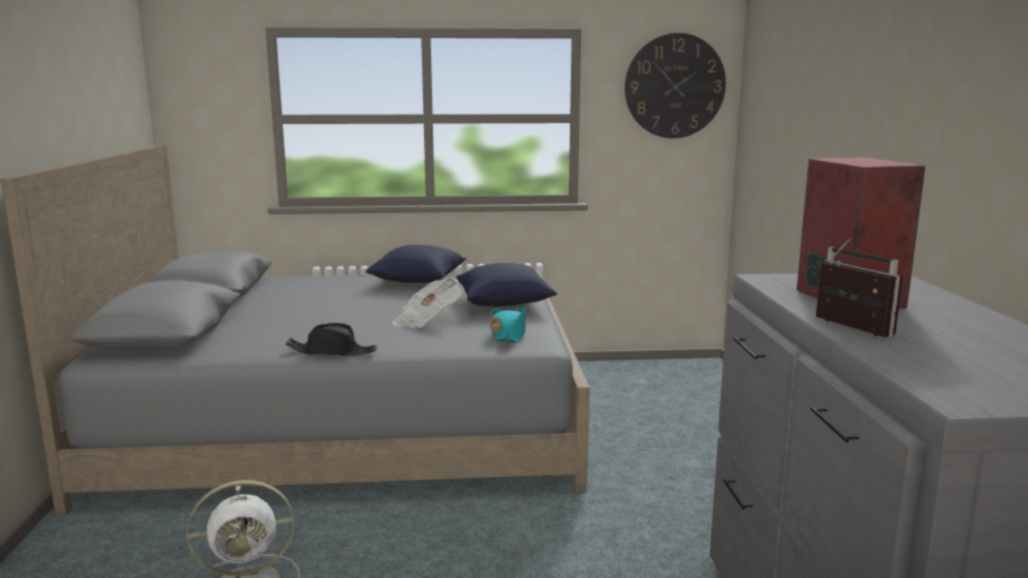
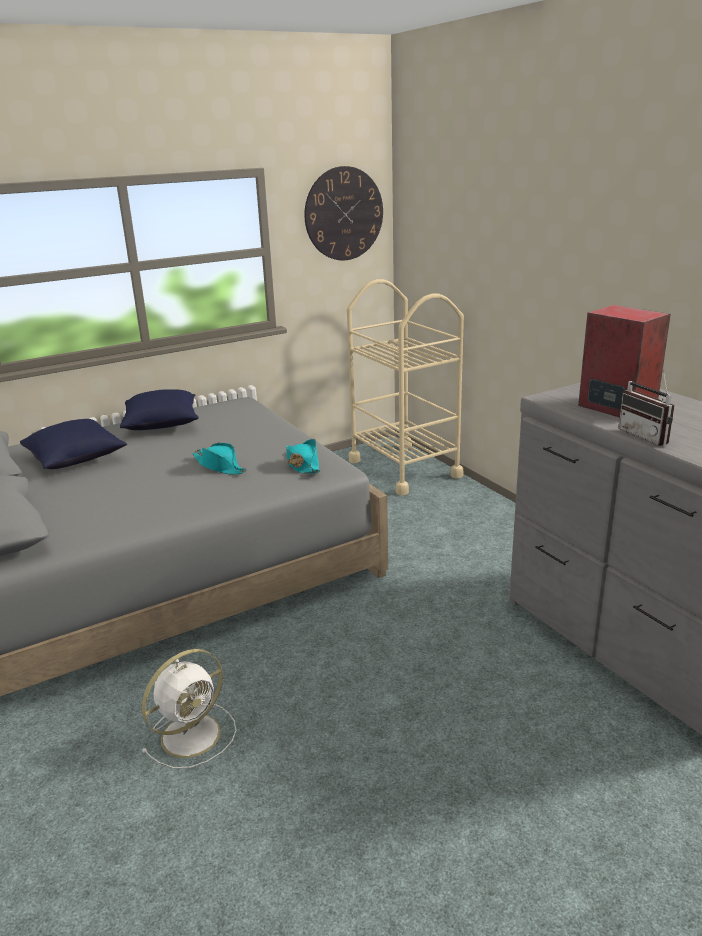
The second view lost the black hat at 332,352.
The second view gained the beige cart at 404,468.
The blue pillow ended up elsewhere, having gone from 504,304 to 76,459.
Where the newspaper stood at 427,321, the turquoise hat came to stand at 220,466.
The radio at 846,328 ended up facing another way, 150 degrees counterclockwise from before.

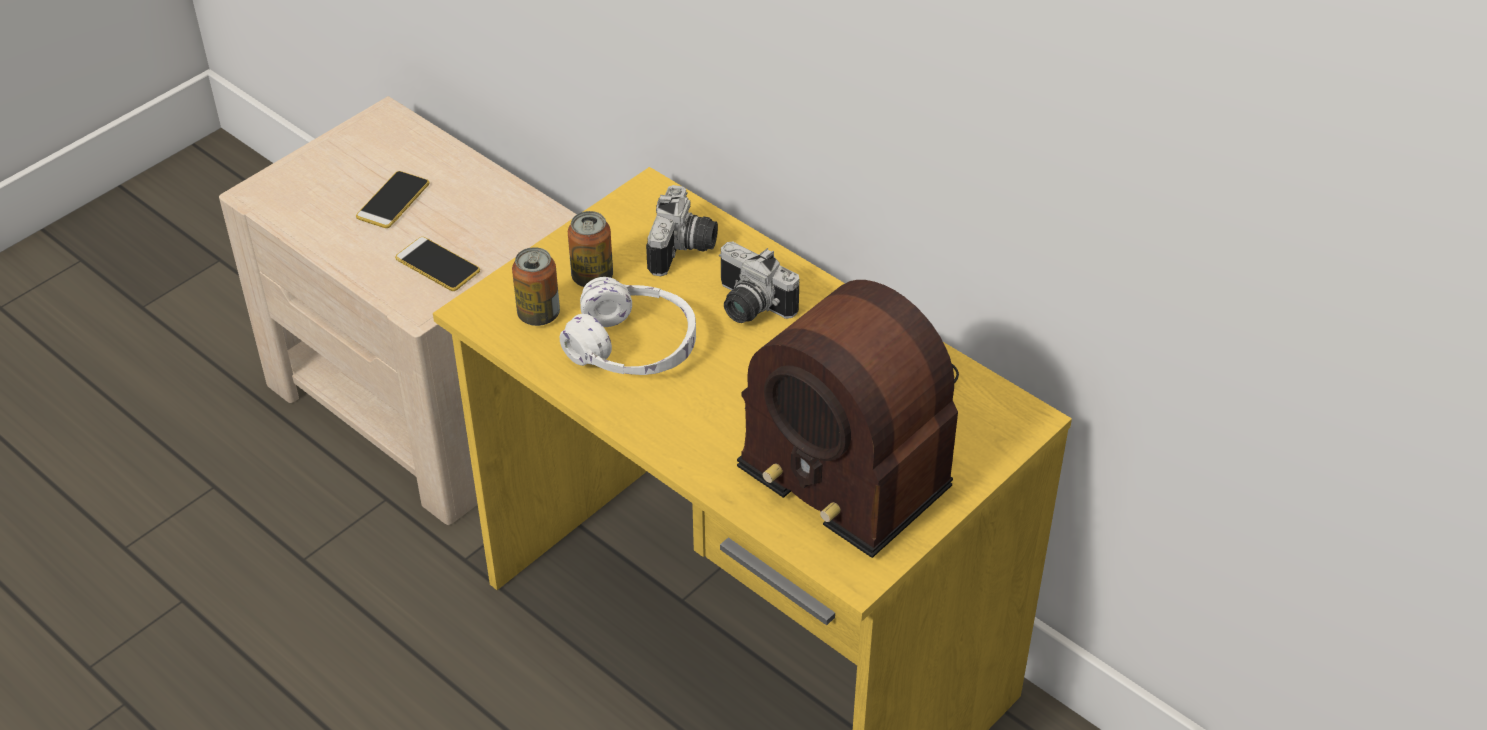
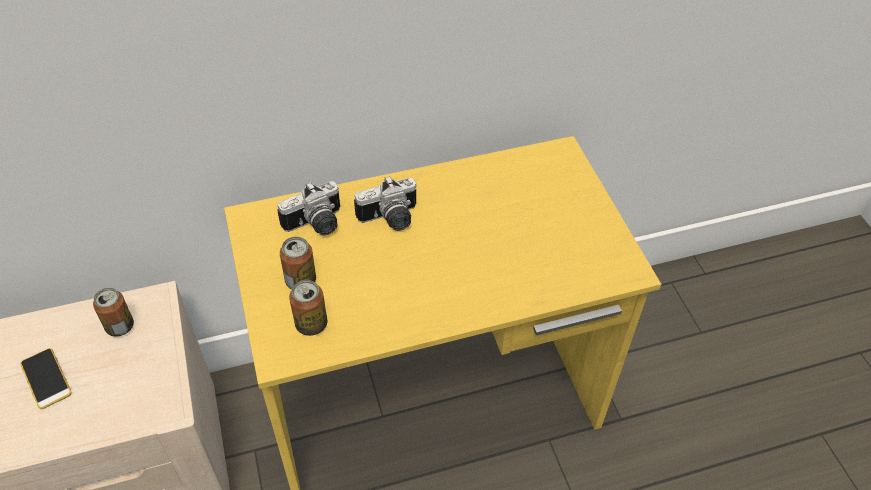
The second view lost the phone at 437,265.
The second view lost the white headphones at 632,347.
The second view lost the radio at 849,439.
The second view gained the can at 120,326.
The photo camera at 685,250 ended up facing another way, 105 degrees clockwise from before.

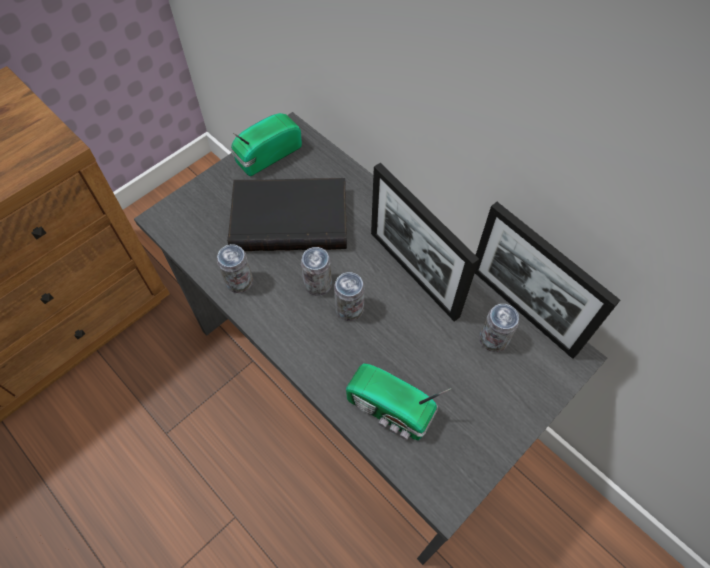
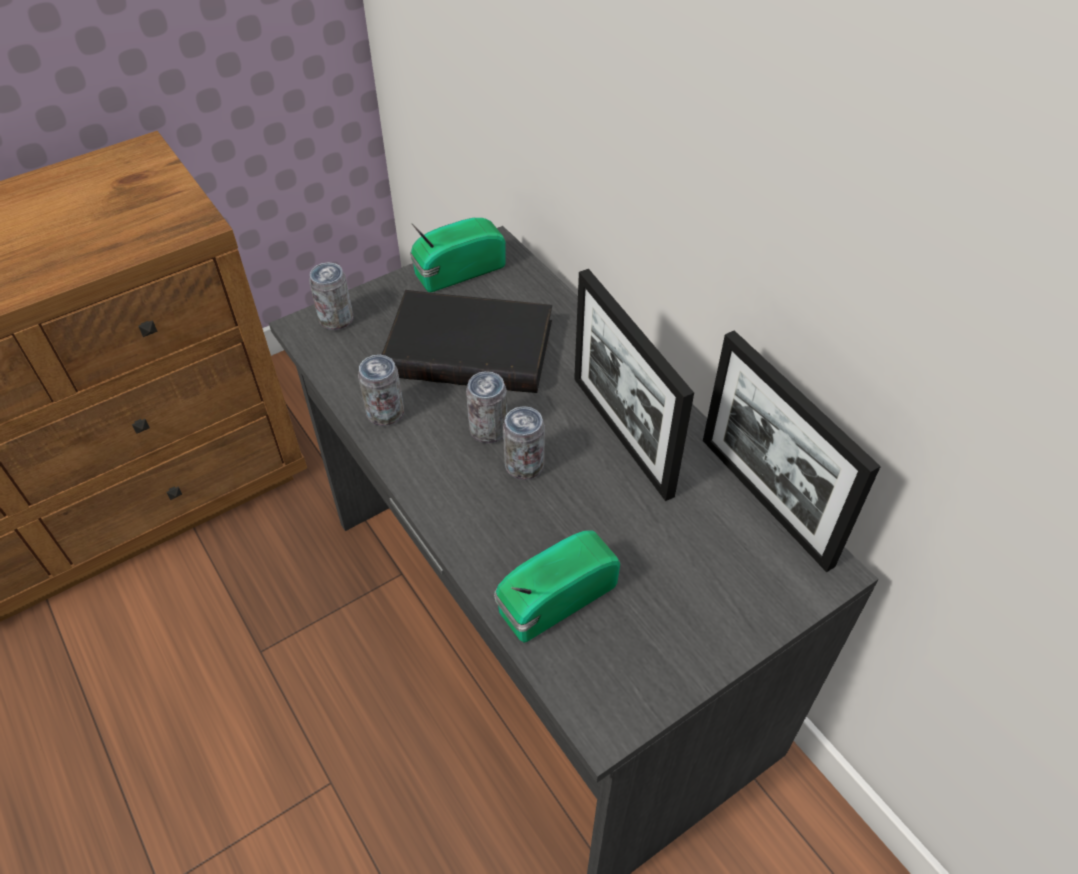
The can ended up elsewhere, having gone from 493,339 to 336,319.
The radio at 391,411 ended up facing another way, 105 degrees clockwise from before.

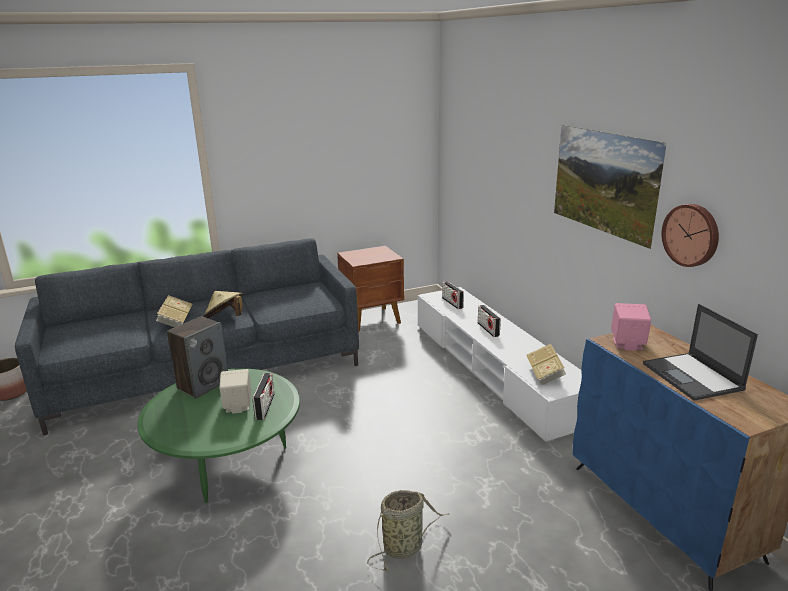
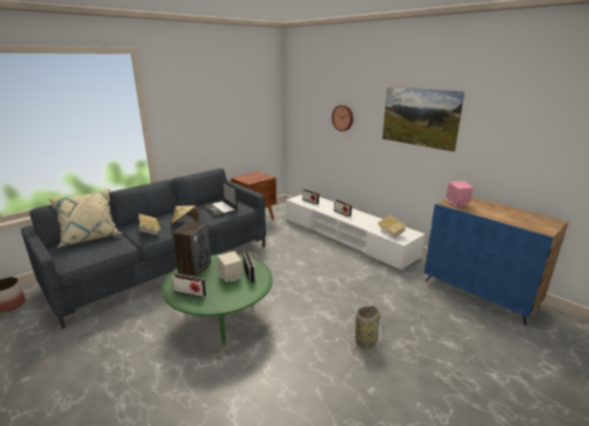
The second view gained the beige pillow at 90,237.
The second view gained the radio at 190,293.
The laptop ended up elsewhere, having gone from 693,377 to 220,209.
The wall clock ended up elsewhere, having gone from 691,235 to 343,118.

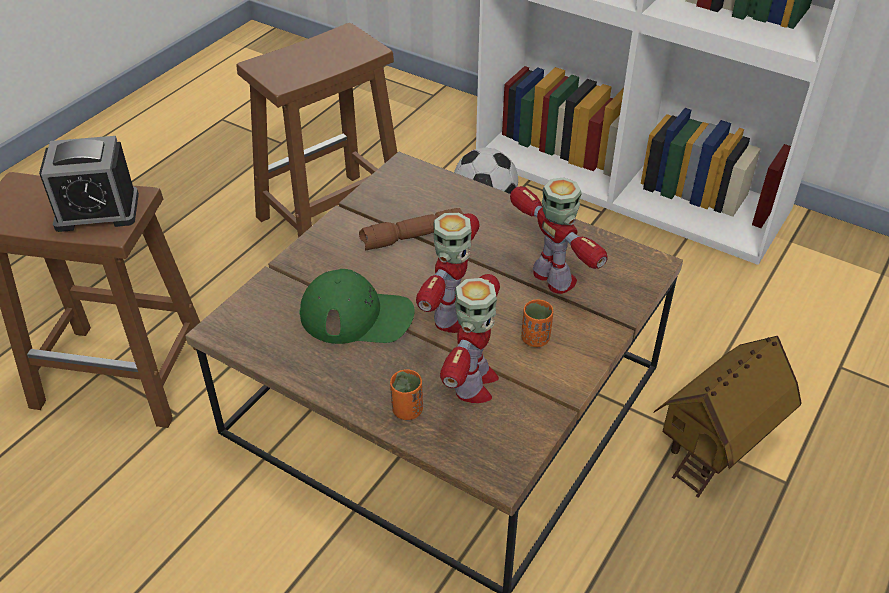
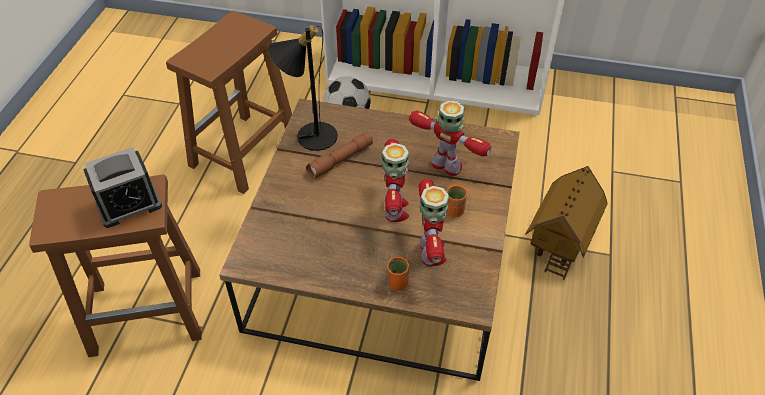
The second view lost the green cap at 357,316.
The second view gained the black table lamp at 309,135.

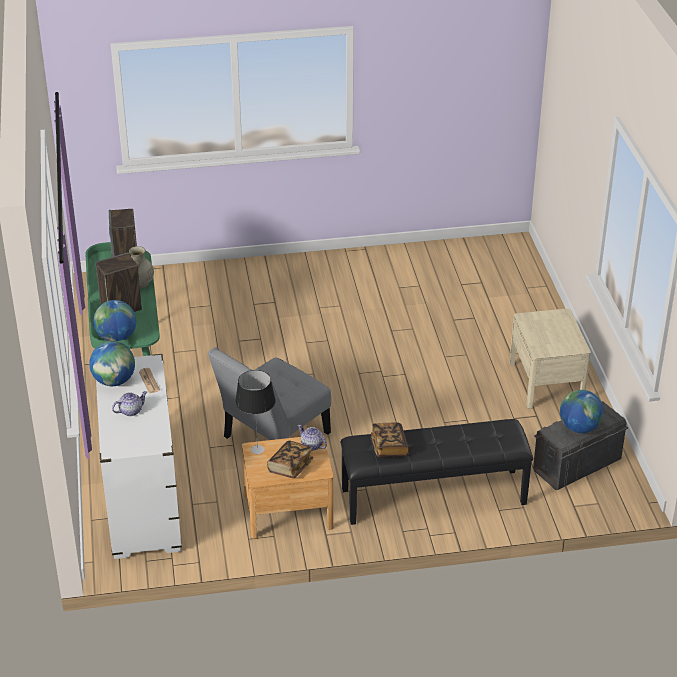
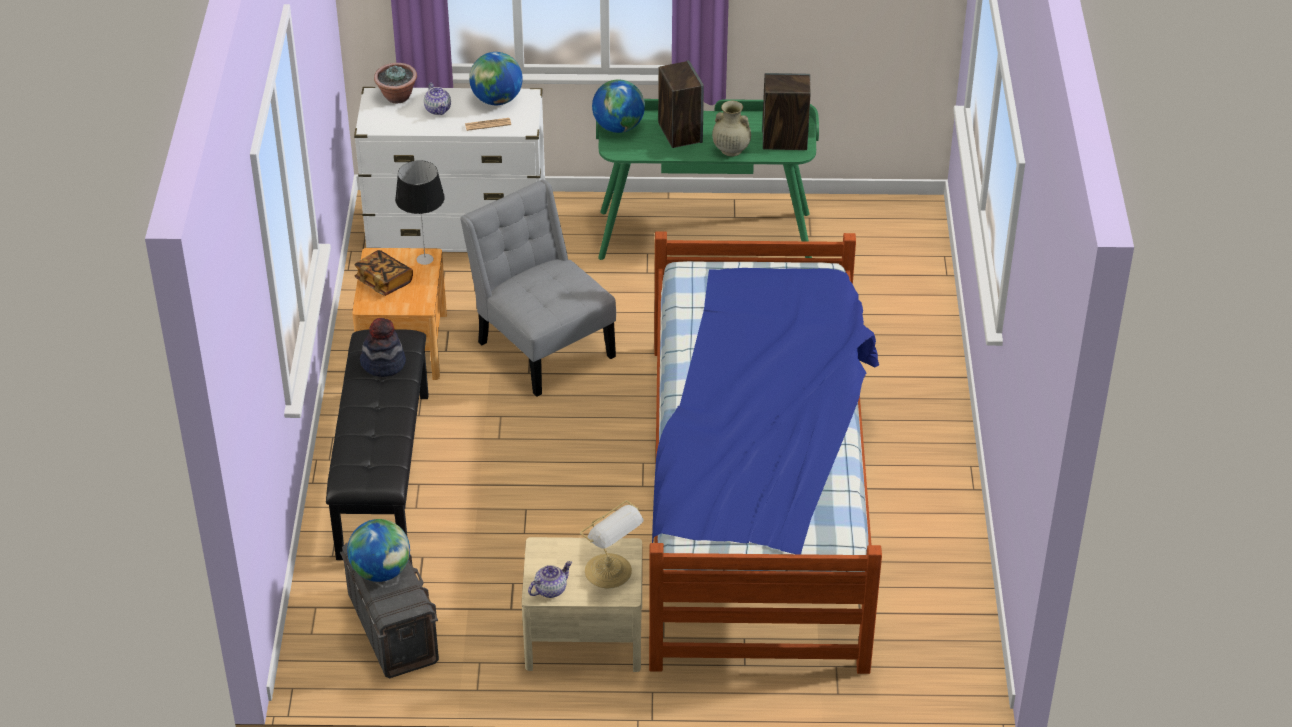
The second view gained the potted plant at 397,97.
The second view gained the table lamp at 610,572.
The second view gained the bed at 757,499.
The teapot ended up elsewhere, having gone from 311,445 to 550,589.
Where the book stood at 389,447, the hat came to stand at 383,363.

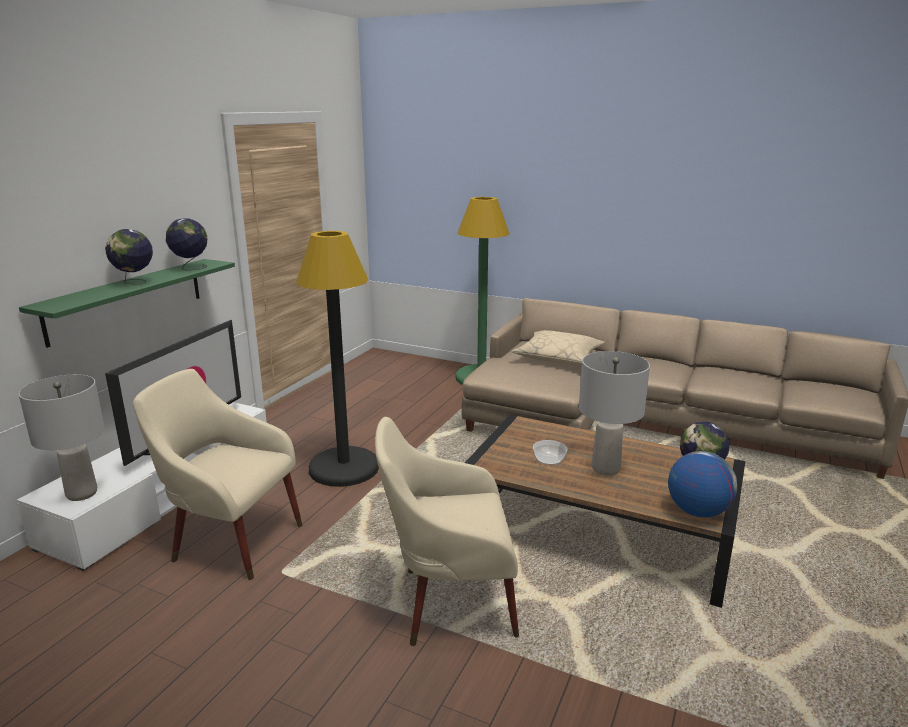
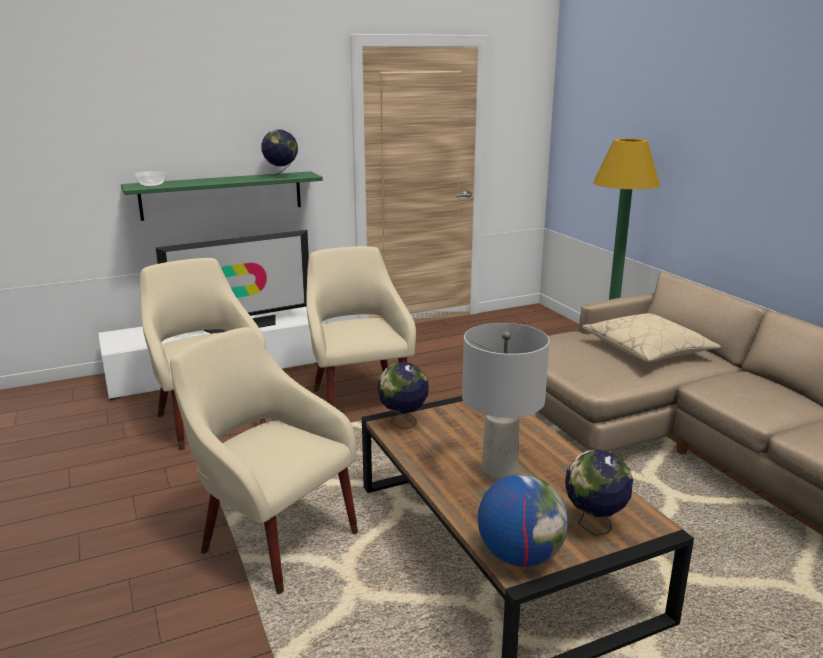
The second view lost the grey table lamp at 81,493.
The globe ended up elsewhere, having gone from 135,283 to 403,423.
The bowl ended up elsewhere, having gone from 549,460 to 151,185.
Where the black floor lamp stood at 344,468, the beige armchair came to stand at 359,397.

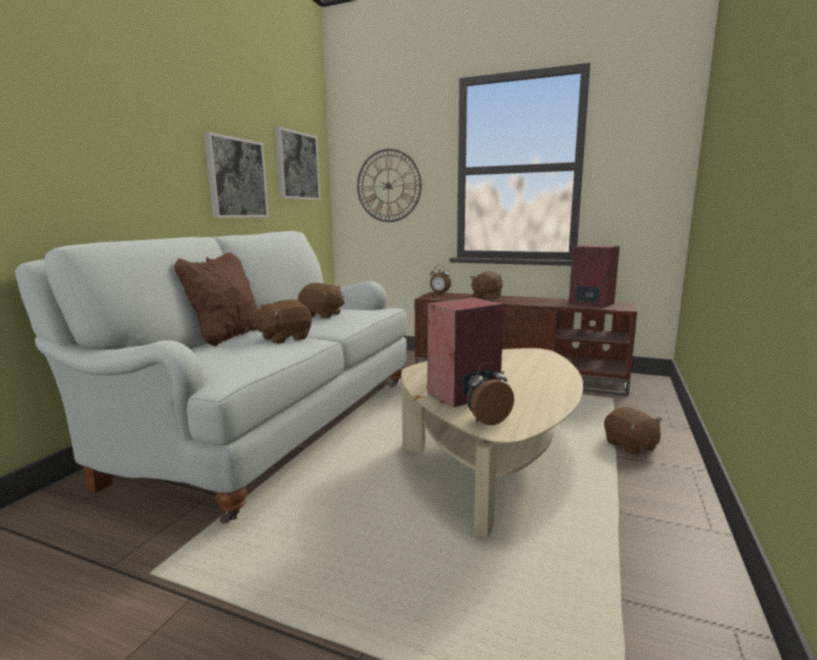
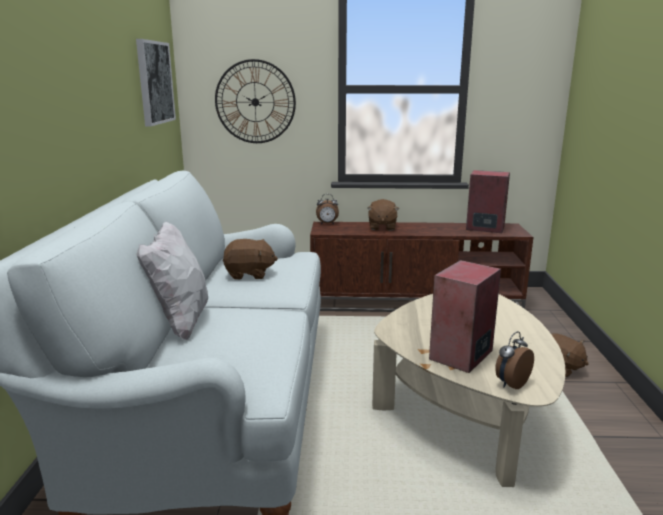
The second view lost the picture at 237,178.
The second view lost the brown plush toy at 284,338.
What was the brown pillow at 227,337 turned into the white pillow at 180,323.

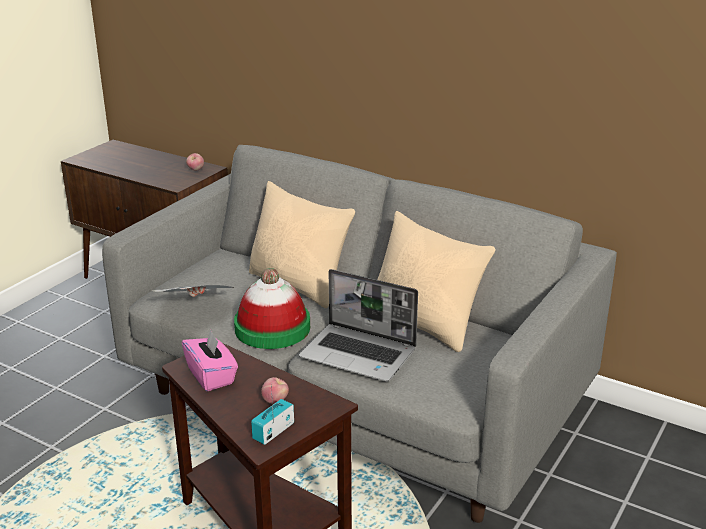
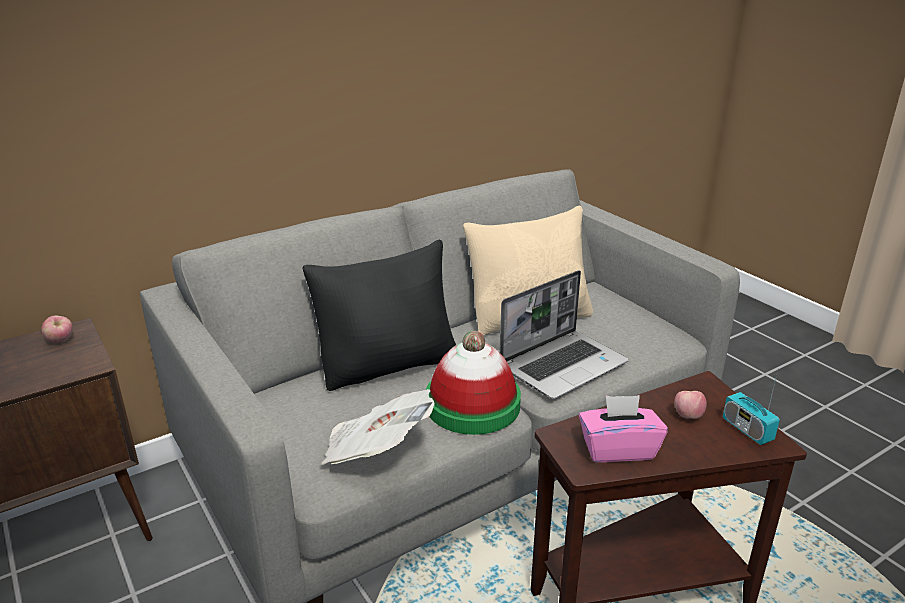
What was the beige pillow at 299,285 turned into the black pillow at 389,366.

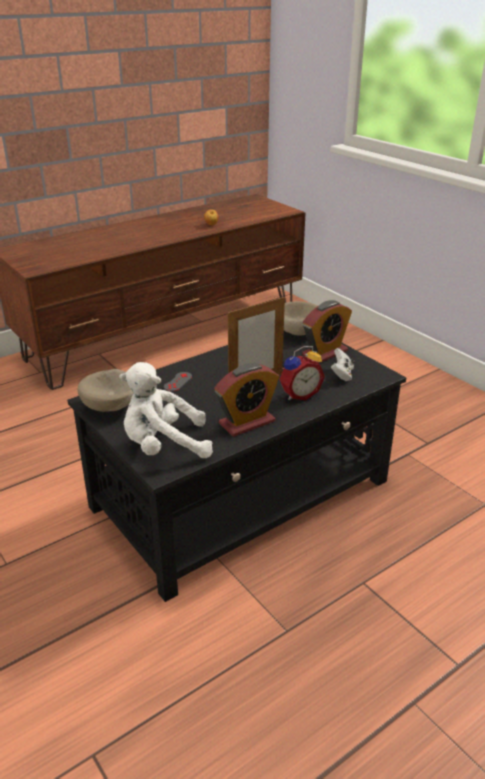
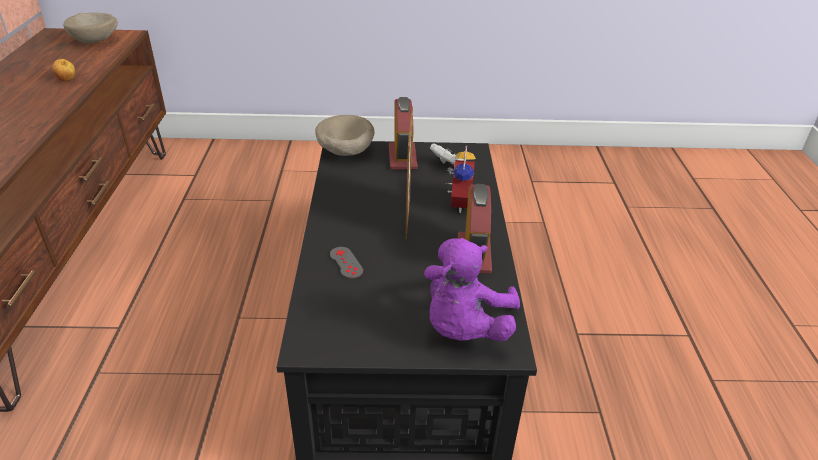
The beige bowl ended up elsewhere, having gone from 112,407 to 96,41.
What was the white plush toy at 163,446 turned into the purple plush toy at 464,328.

